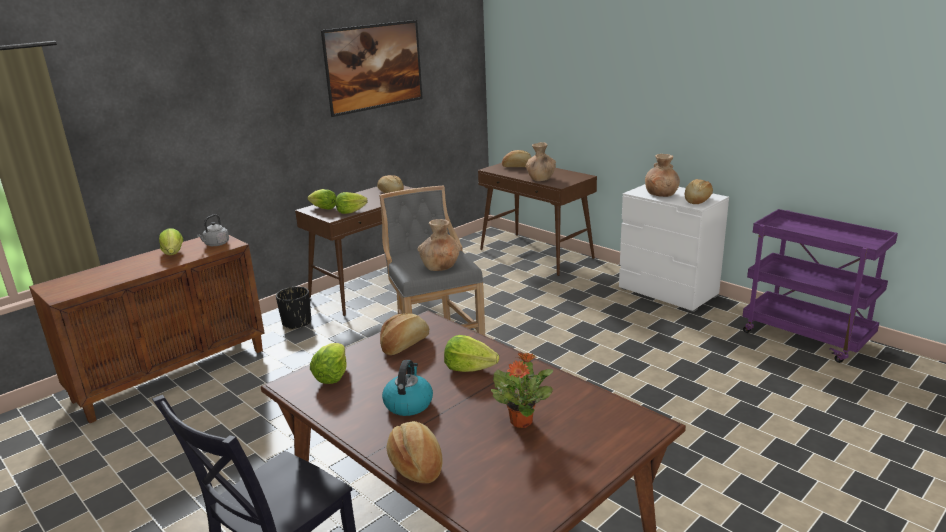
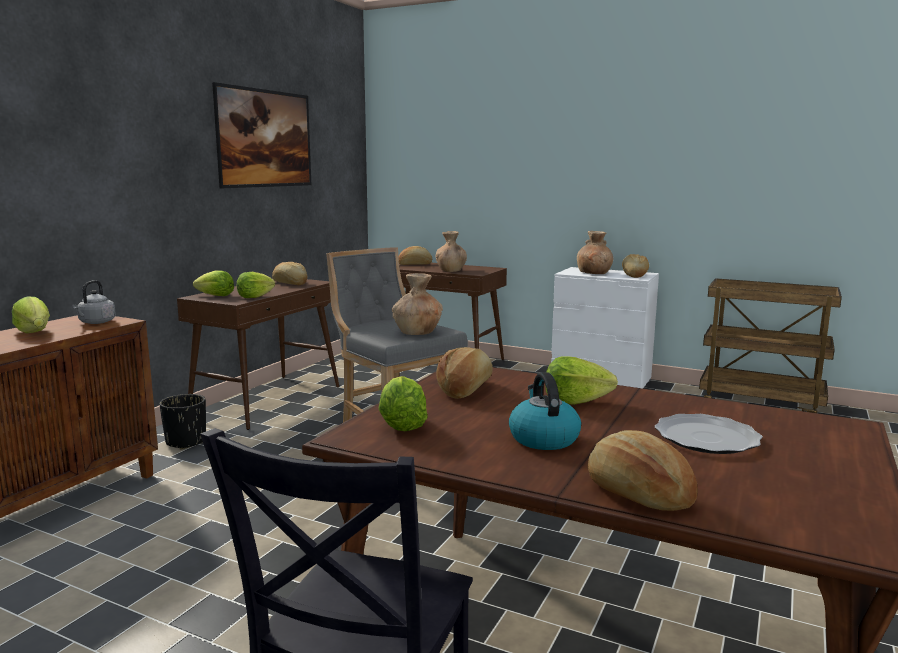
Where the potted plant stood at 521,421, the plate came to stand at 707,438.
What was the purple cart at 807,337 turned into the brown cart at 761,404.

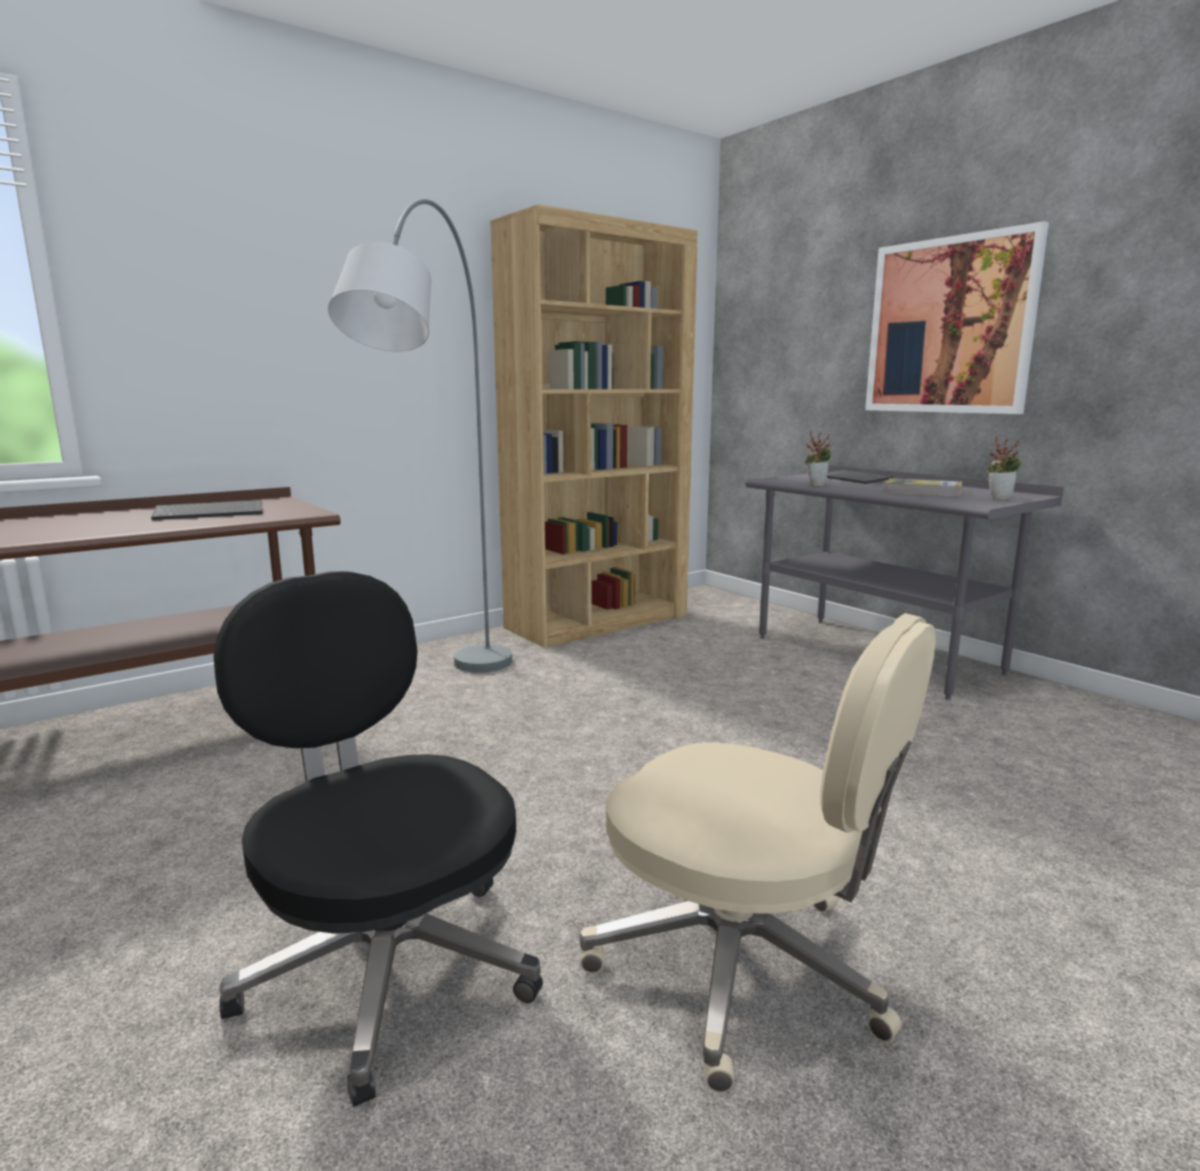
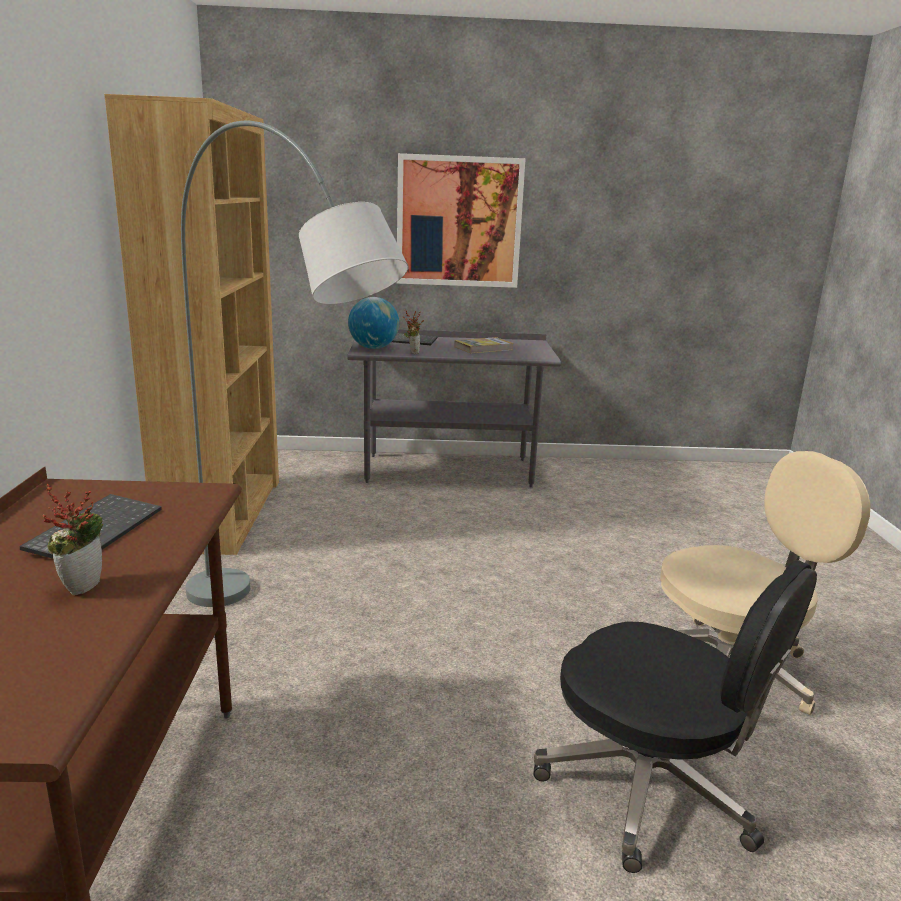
The second view gained the globe at 373,348.
The potted plant ended up elsewhere, having gone from 999,498 to 82,585.
The black office chair at 387,965 ended up facing another way, 135 degrees counterclockwise from before.

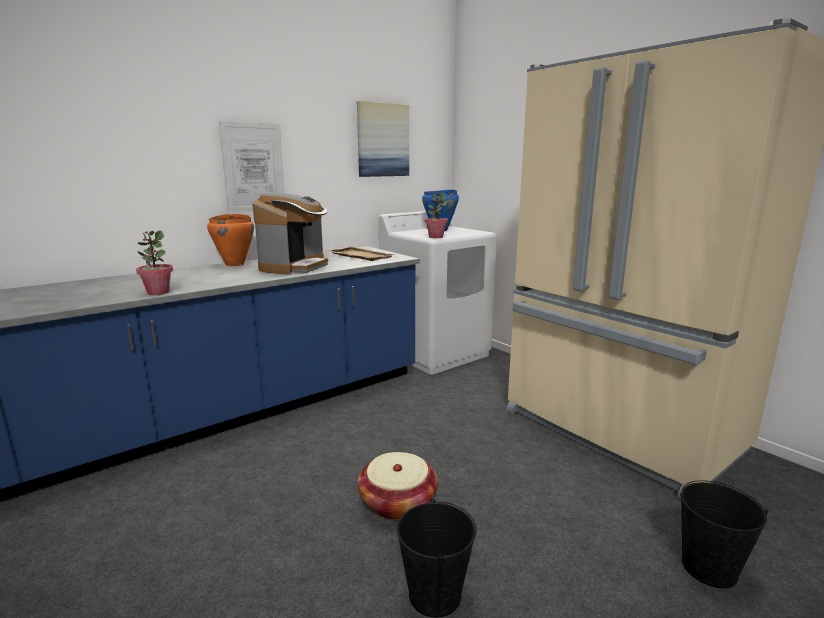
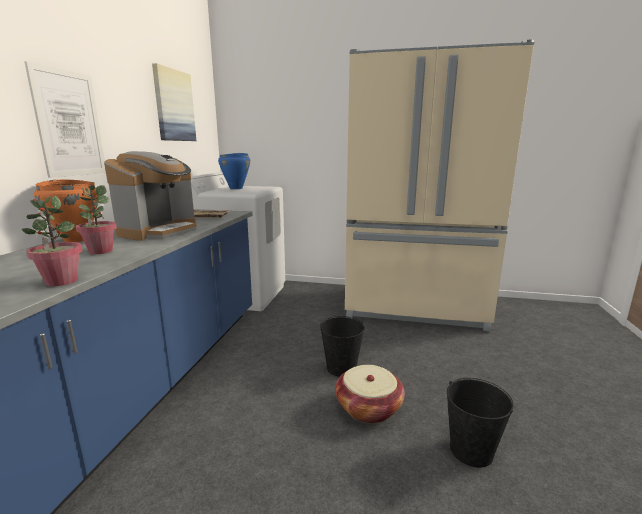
The potted plant ended up elsewhere, having gone from 435,237 to 100,251.
The black bucket ended up elsewhere, having gone from 709,568 to 341,368.
The coffee machine at 294,267 ended up facing another way, 45 degrees clockwise from before.

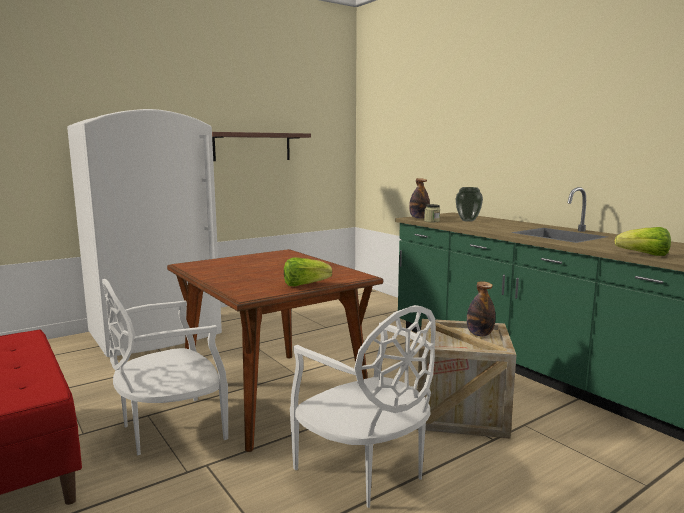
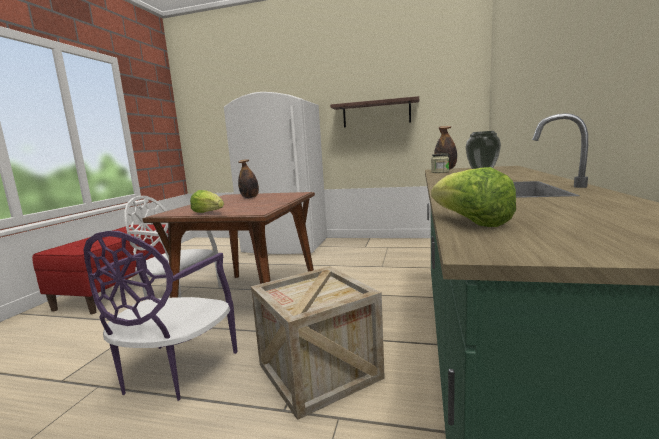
The bottle ended up elsewhere, having gone from 479,334 to 250,197.
What was the white chair at 365,470 turned into the purple chair at 174,372.

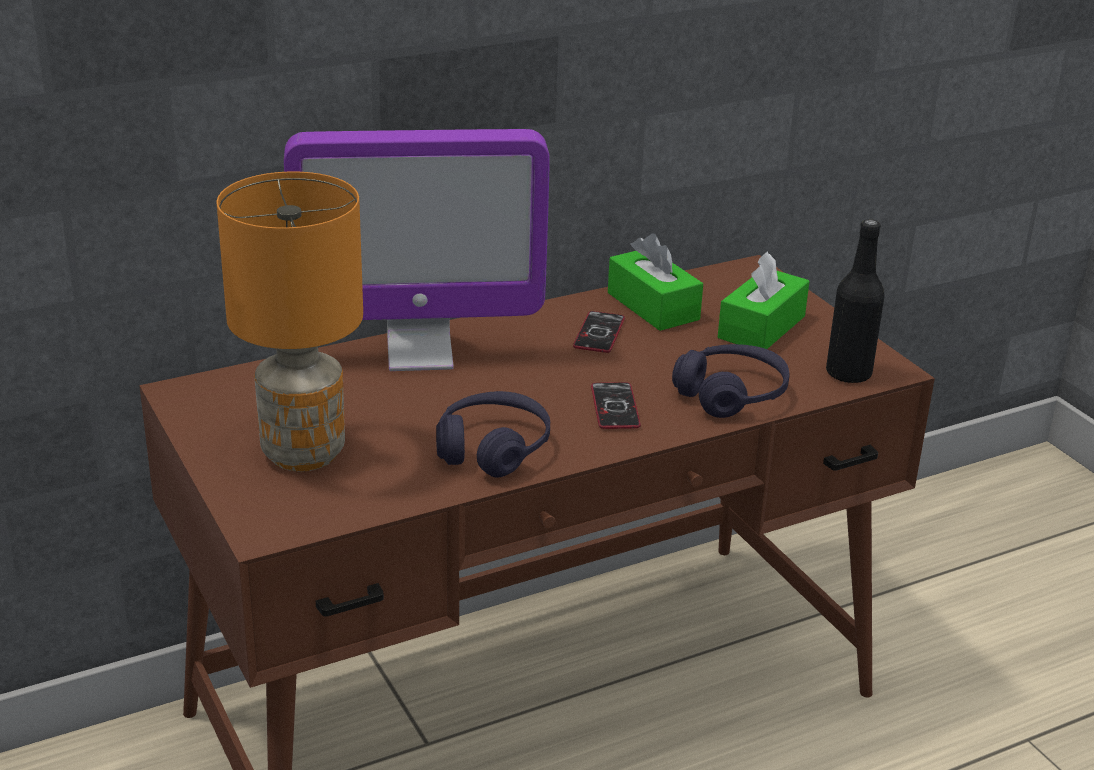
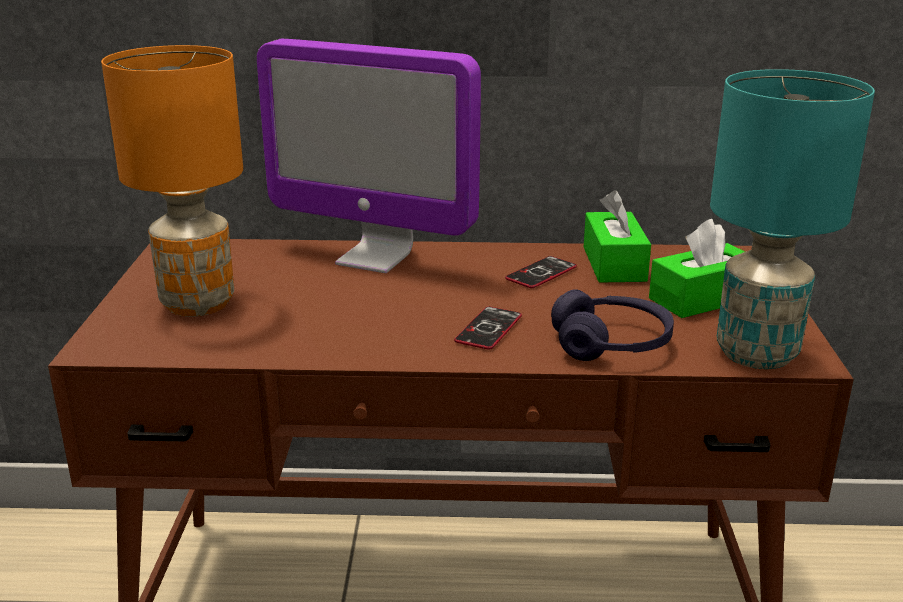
The second view lost the purple headphones at 492,449.
Where the black bottle stood at 848,374, the turquoise table lamp came to stand at 755,354.

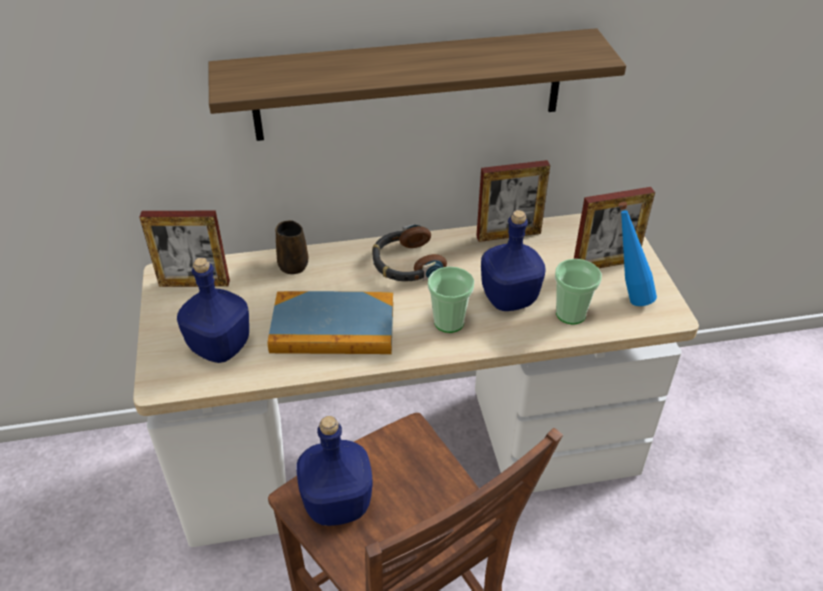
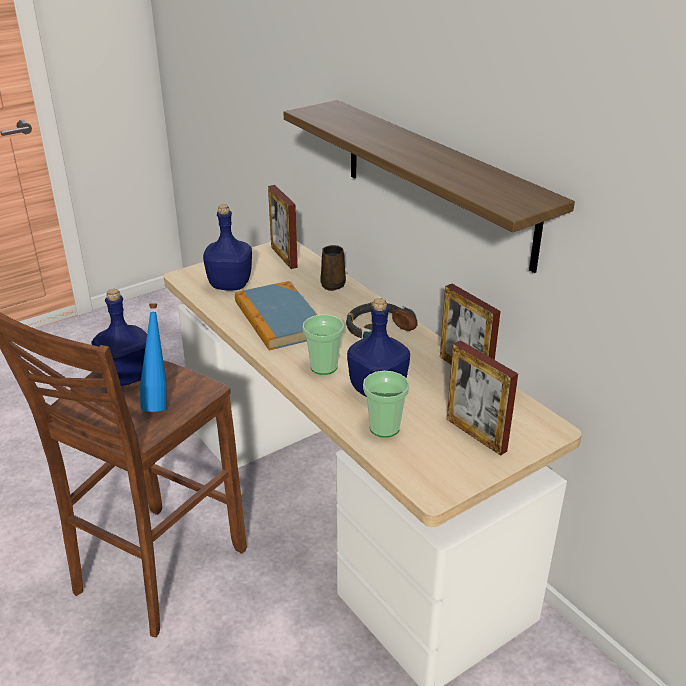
The blue bottle ended up elsewhere, having gone from 627,296 to 158,402.

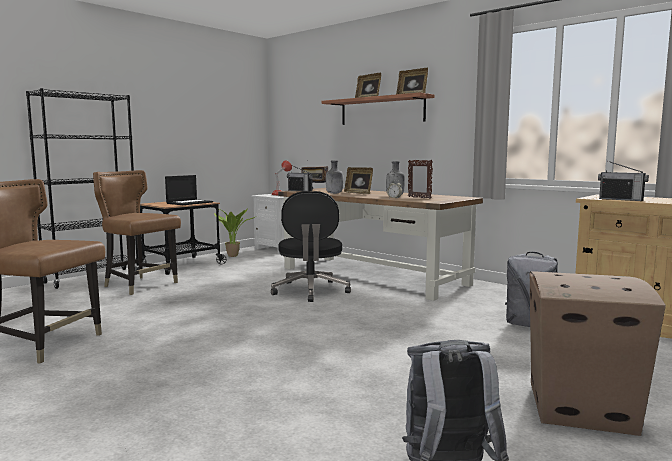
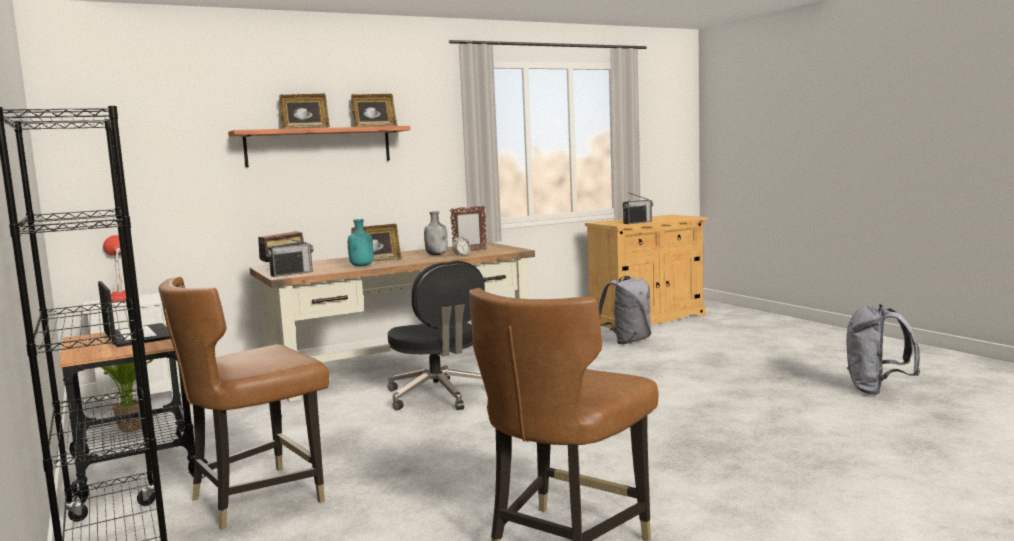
The second view lost the cardboard box at 578,408.
What was the grey bottle at 334,193 turned into the turquoise bottle at 362,266.
The black office chair at 310,291 ended up facing another way, 45 degrees clockwise from before.

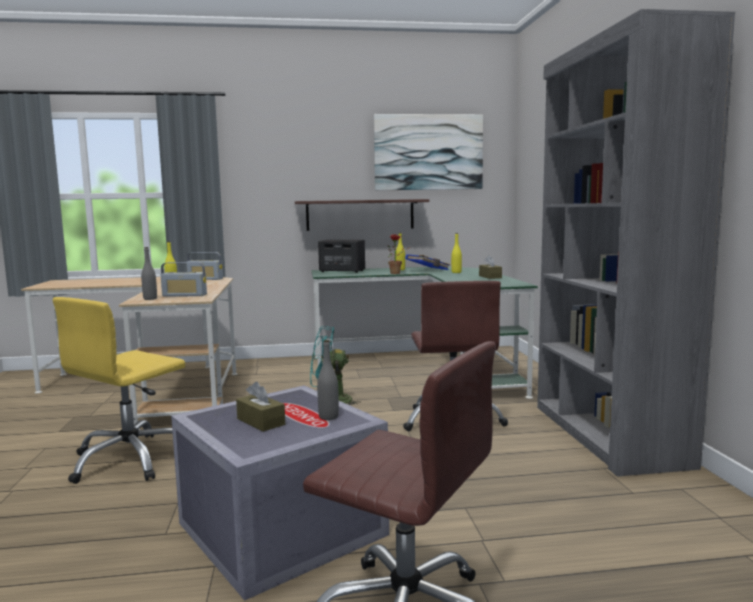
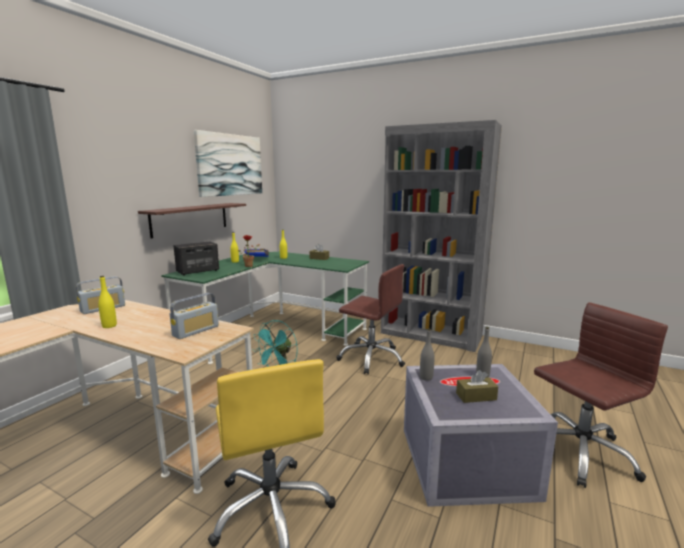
The grey bottle ended up elsewhere, having gone from 150,299 to 426,377.

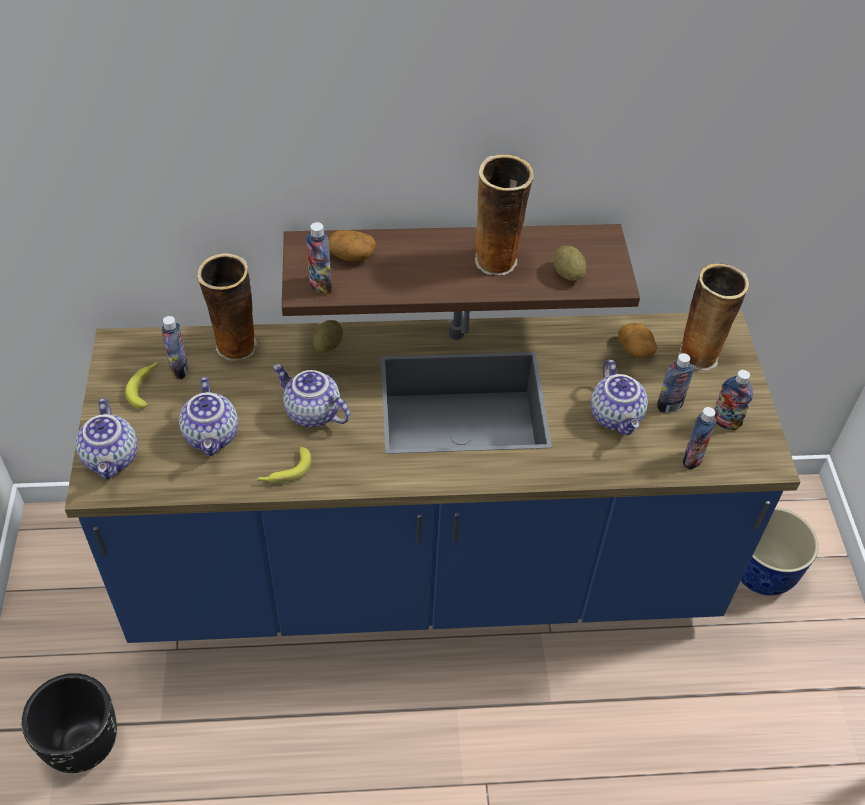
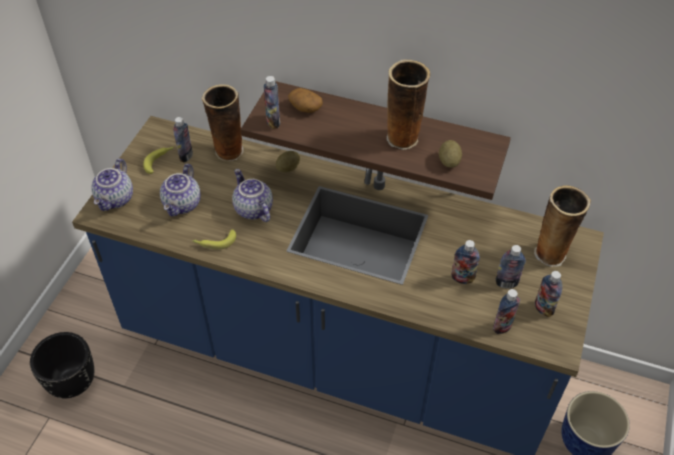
The second view lost the potato at 636,349.
Where the teapot stood at 617,416, the bottle came to stand at 462,278.

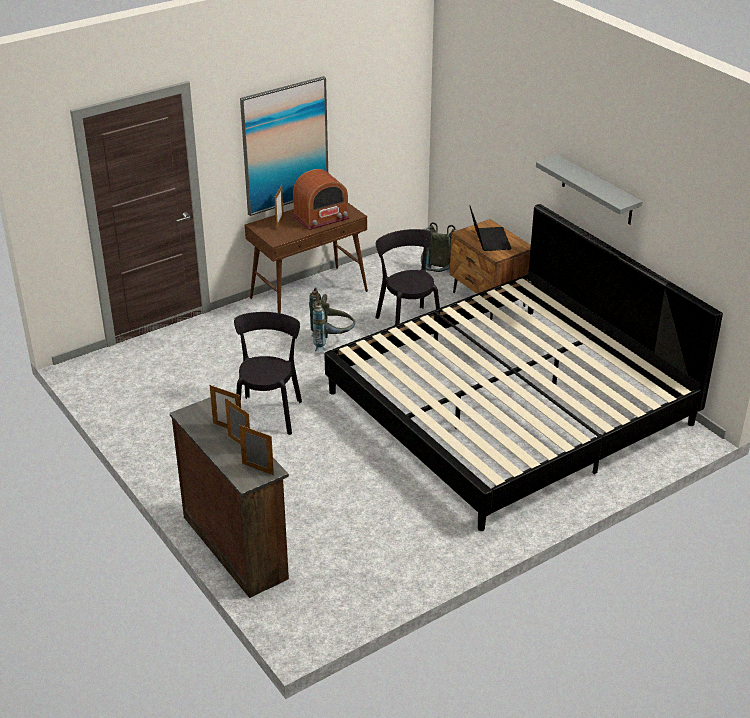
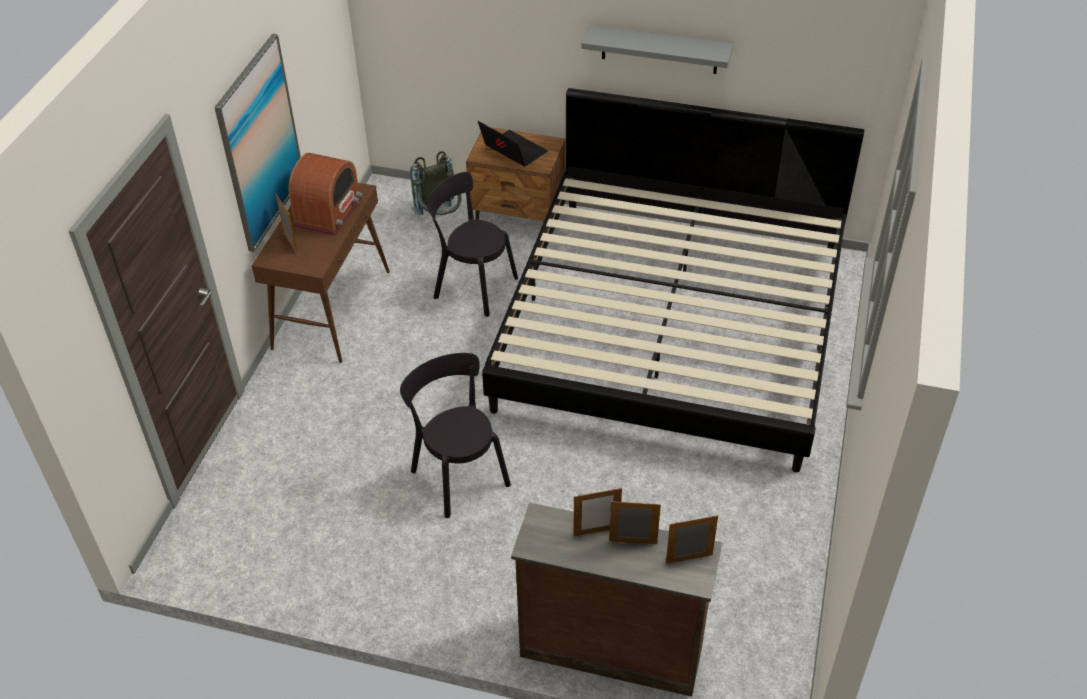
The second view lost the grey backpack at 331,342.

